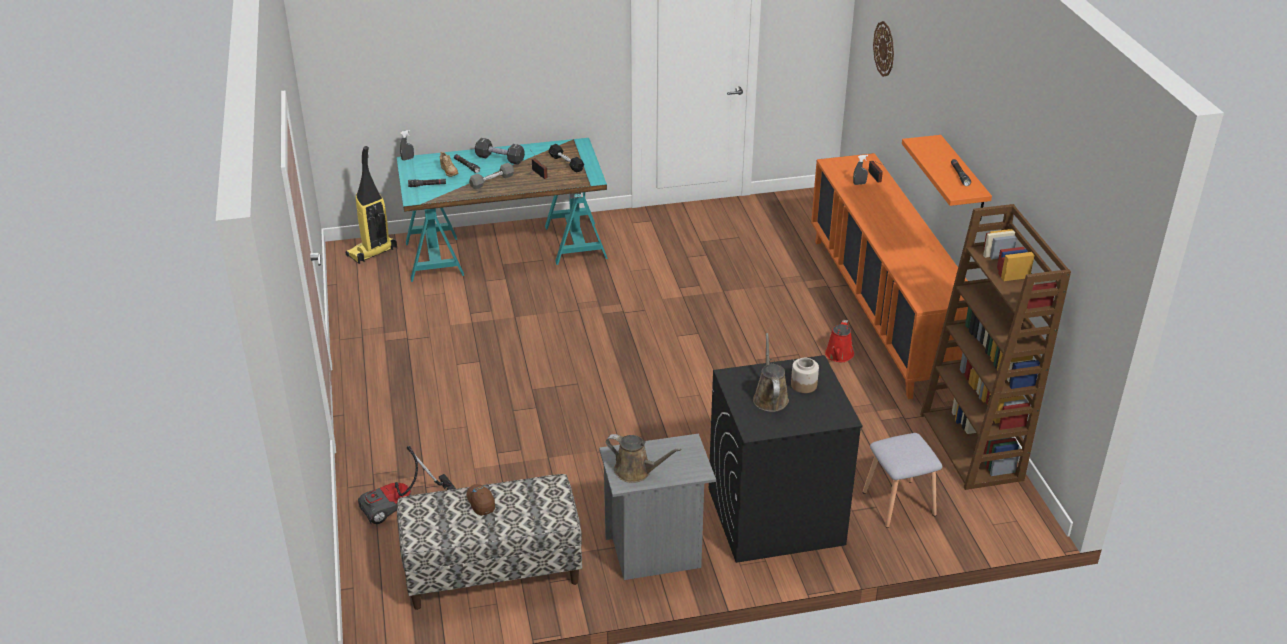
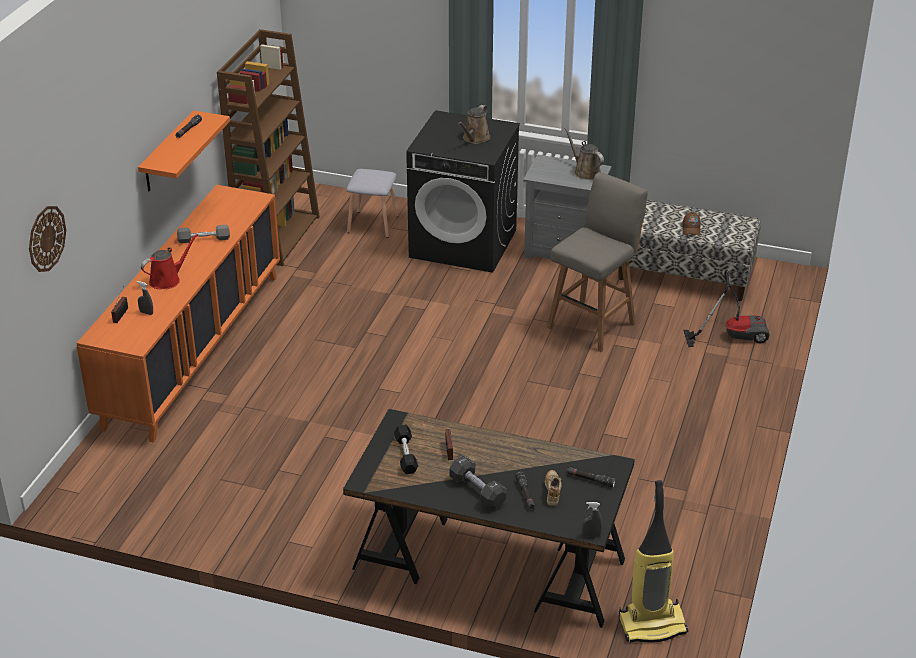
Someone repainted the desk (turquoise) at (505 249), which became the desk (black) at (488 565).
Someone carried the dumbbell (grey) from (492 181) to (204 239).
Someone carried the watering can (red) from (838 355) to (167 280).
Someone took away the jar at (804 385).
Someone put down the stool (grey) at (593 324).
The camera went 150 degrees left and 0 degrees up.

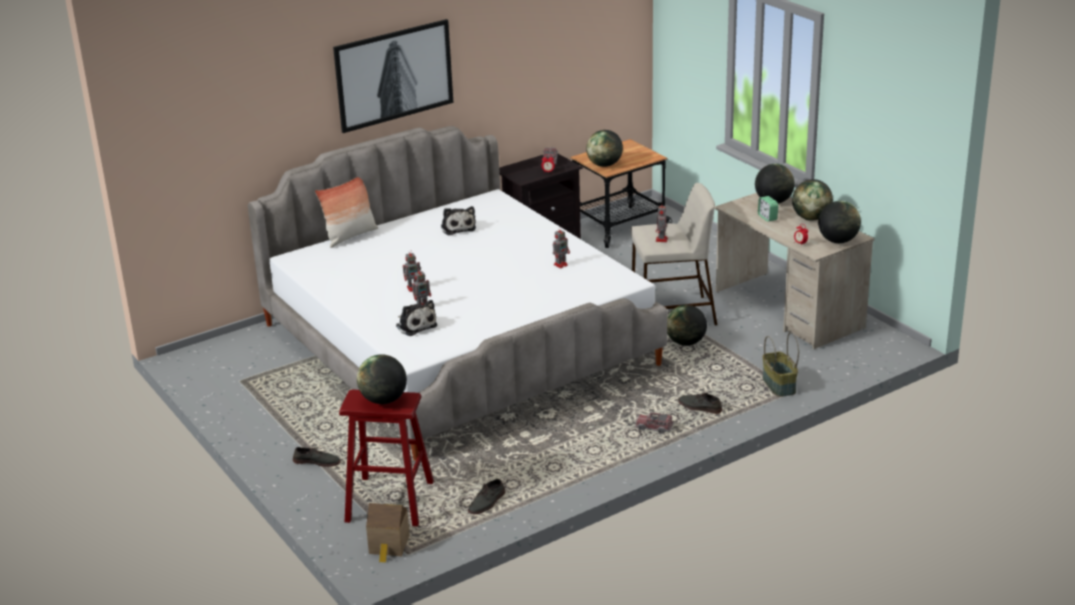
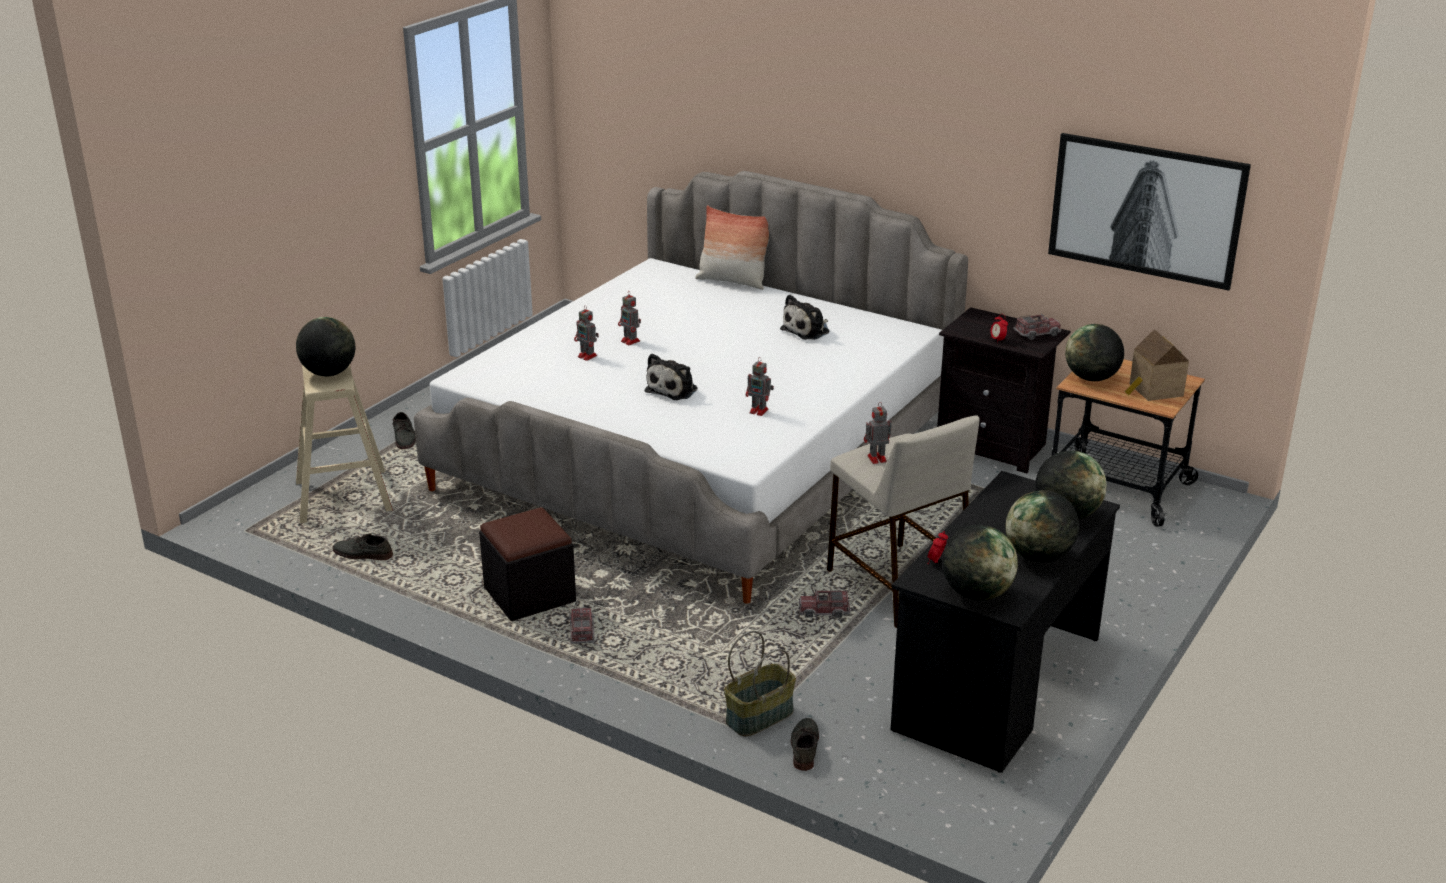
Someone carried the picture from (393 74) to (1146 209).
Someone repainted the desk (beige) at (788 310), which became the desk (black) at (997 684).
Someone took away the alarm clock at (767 217).
Someone carried the plush toy from (415 325) to (673 389).
Someone swapped the globe at (686 343) for the toy truck at (824 611).
Someone repainted the stool (red) at (389 501), which became the stool (beige) at (343 496).
Someone carried the shoe (grey) from (699 407) to (804 747).
Someone carried the toy house from (389 546) to (1154 390).
Someone put down the ottoman (black) at (529 594).
The camera went 65 degrees right and 0 degrees up.

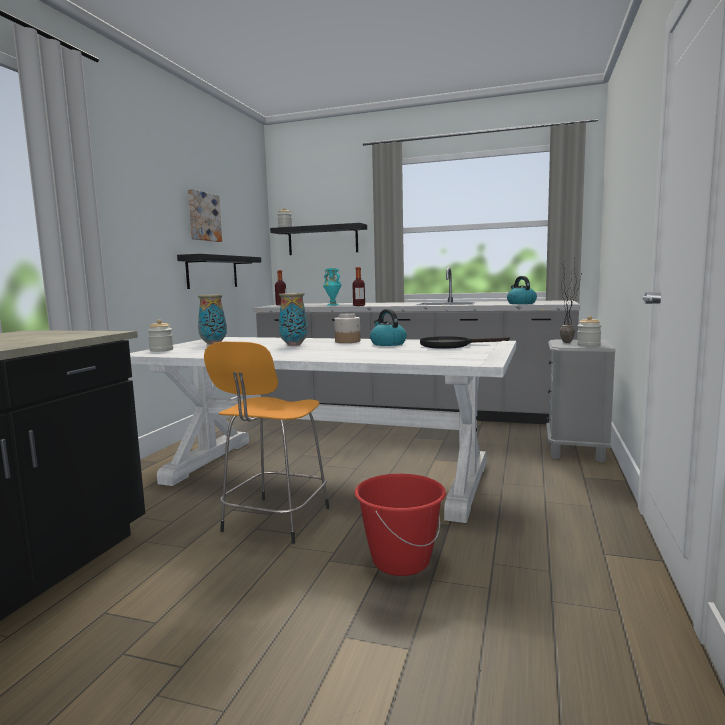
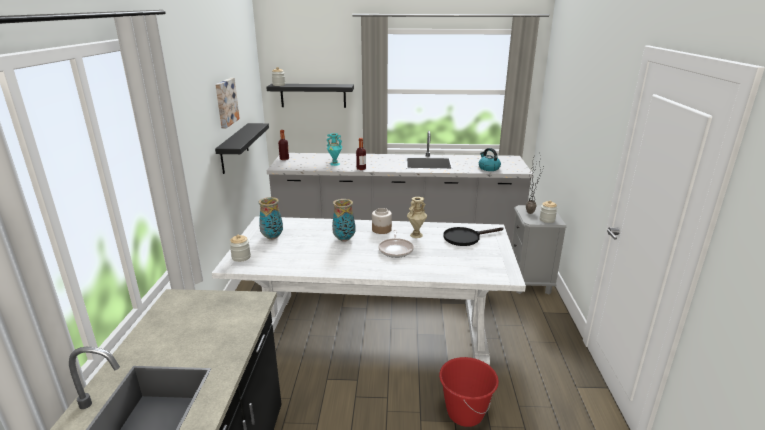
Someone swapped the kettle at (387 344) for the vase (beige) at (416 235).
Someone took away the stool (orange) at (274 521).
Someone put down the frying pan at (396 249).
The camera went 15 degrees left and 15 degrees up.

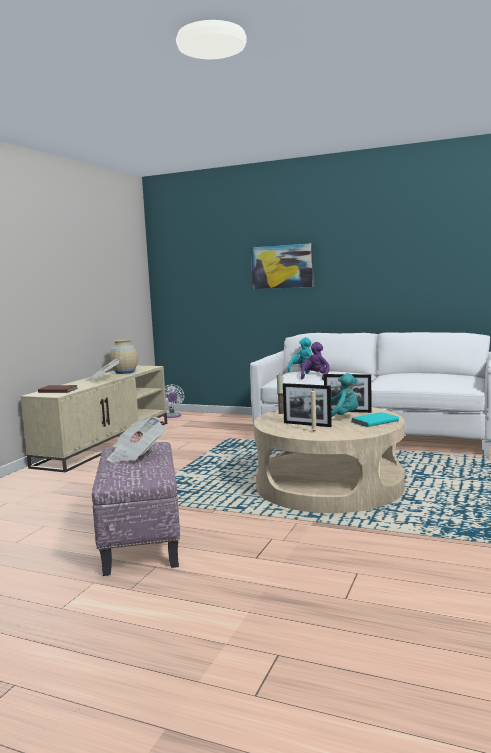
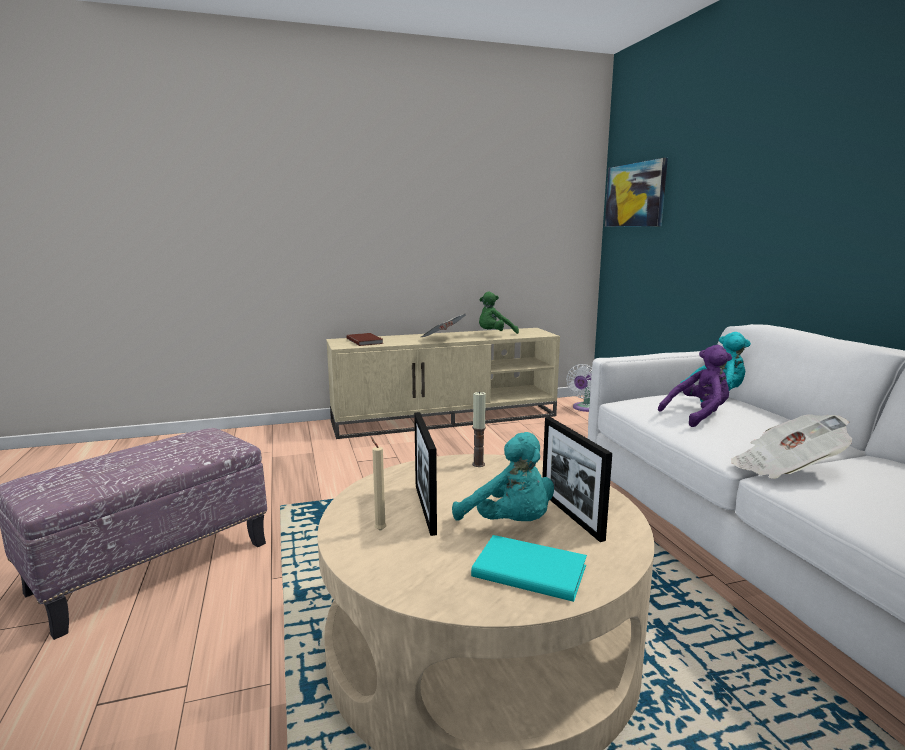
Someone carried the picture from (282 266) to (635 195).
Someone swapped the vase (beige) at (125 372) for the plush toy (green) at (494 334).
Someone carried the newspaper from (136 455) to (785 469).
The camera went 50 degrees right and 5 degrees up.

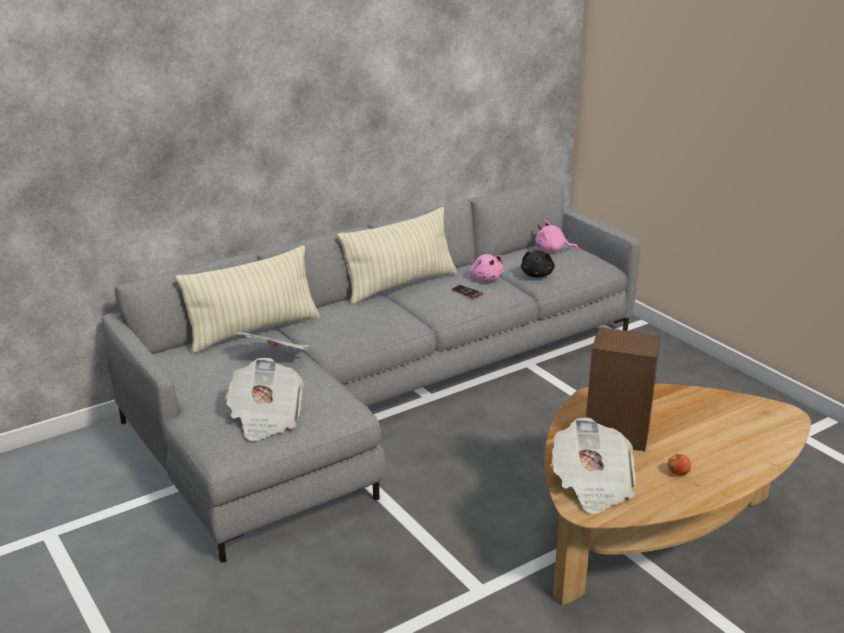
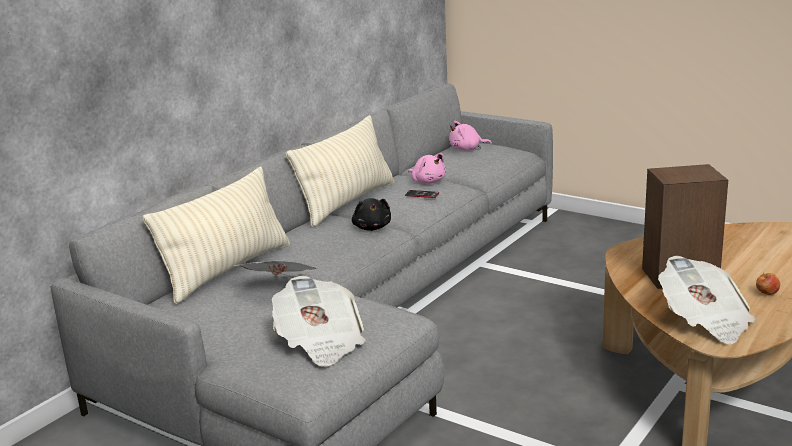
Someone carried the plush toy (black) from (537 274) to (372 227).
The camera went 20 degrees left and 5 degrees down.

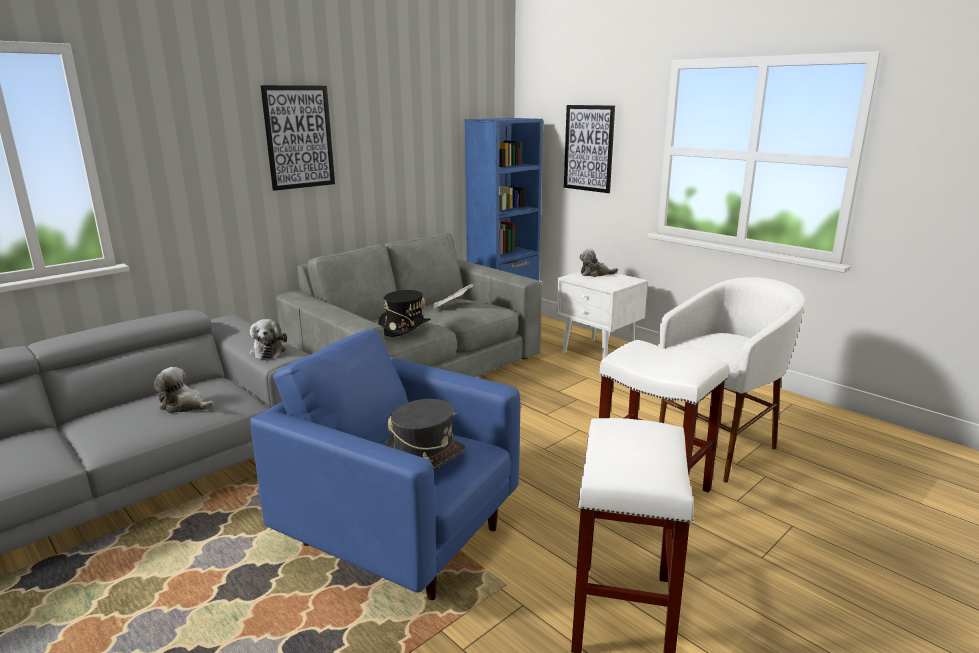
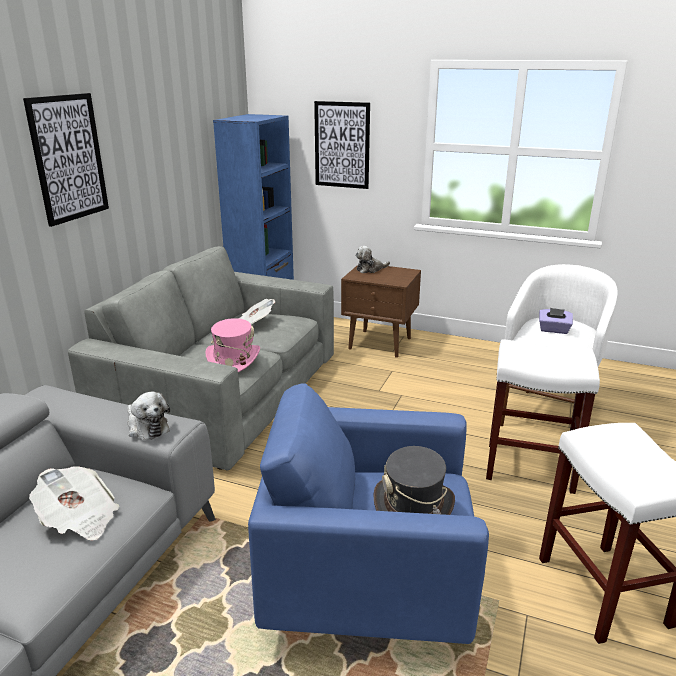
Someone repainted the nightstand (white) at (598 353), which became the nightstand (brown) at (380 343).
Someone repainted the hat (black) at (404 327), which became the hat (pink) at (233 360).
Someone swapped the plush toy at (185 406) for the newspaper at (79 519).
Someone put down the tissue box (purple) at (553 330).
The camera went 25 degrees left and 5 degrees up.

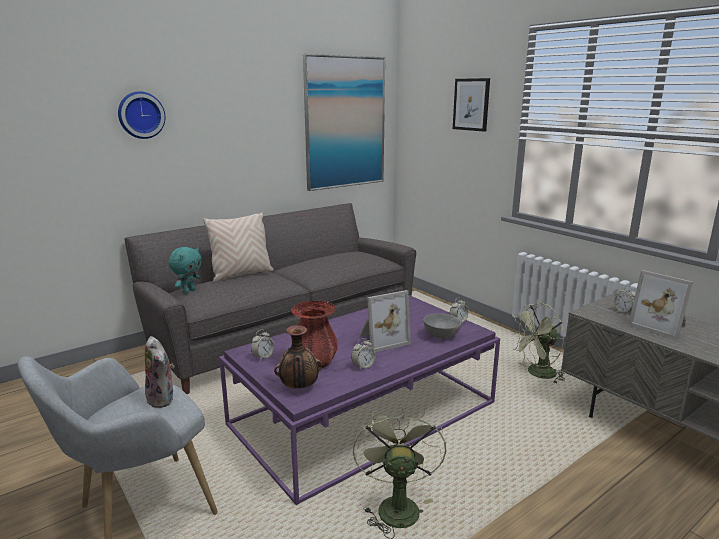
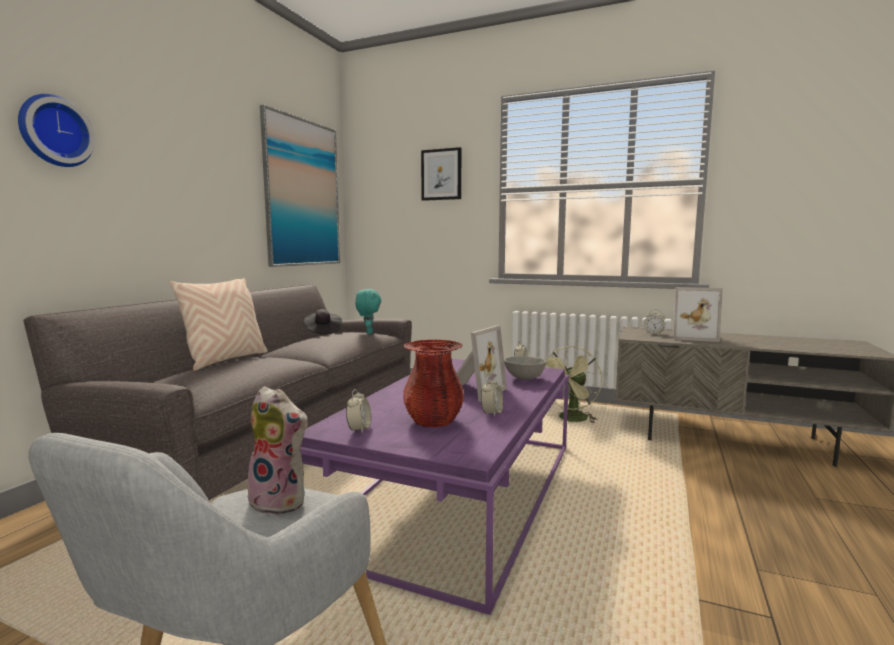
Someone carried the plush toy (turquoise) from (188 291) to (368 333).
Someone took away the vase at (299 387).
Someone took away the fan (green) at (396 505).
Someone put down the hat (black) at (322 331).
The camera went 30 degrees left and 10 degrees down.

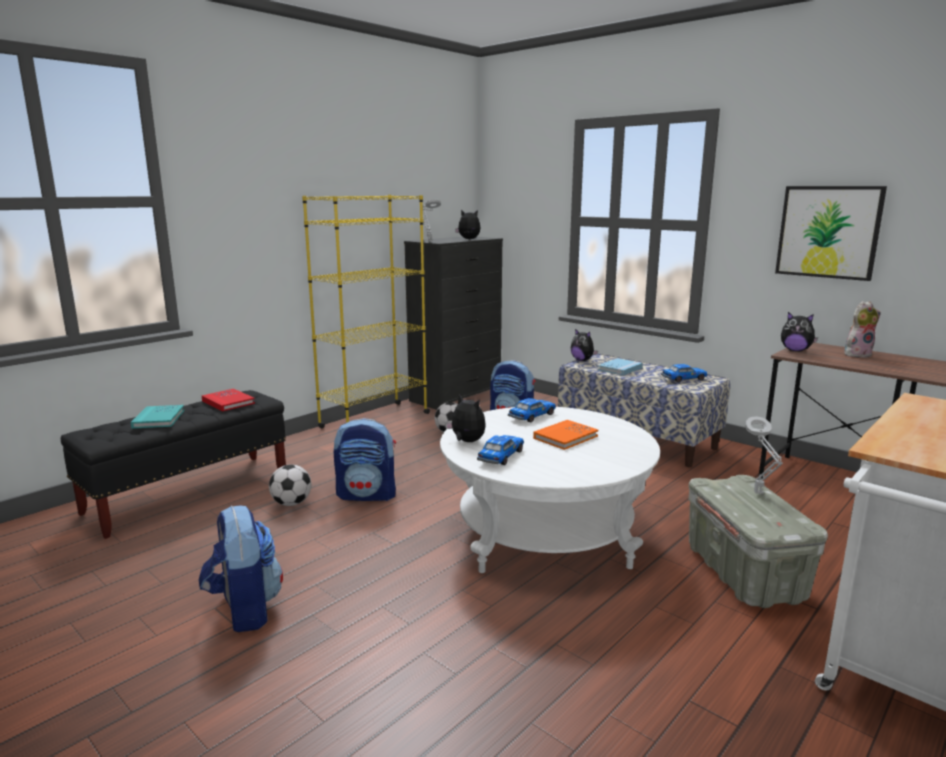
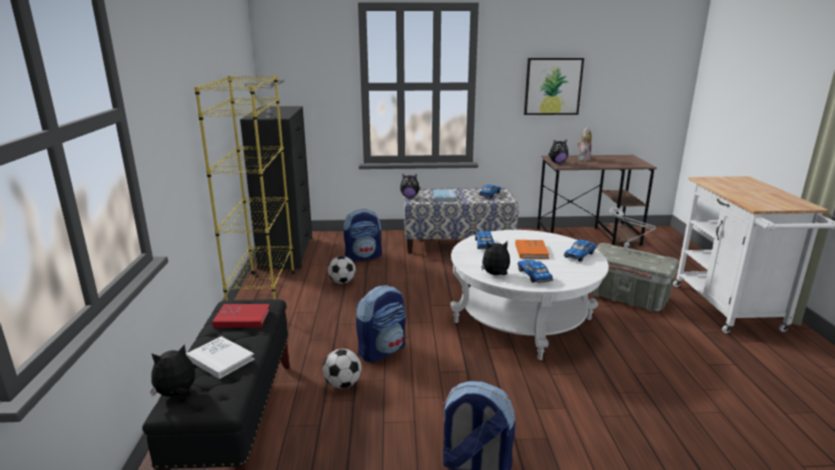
Someone carried the plush toy from (469 239) to (177 394).
Someone repainted the book (turquoise) at (159 419), which became the book (white) at (220 359).
Someone put down the toy car at (579 255).
The camera went 45 degrees left and 5 degrees up.

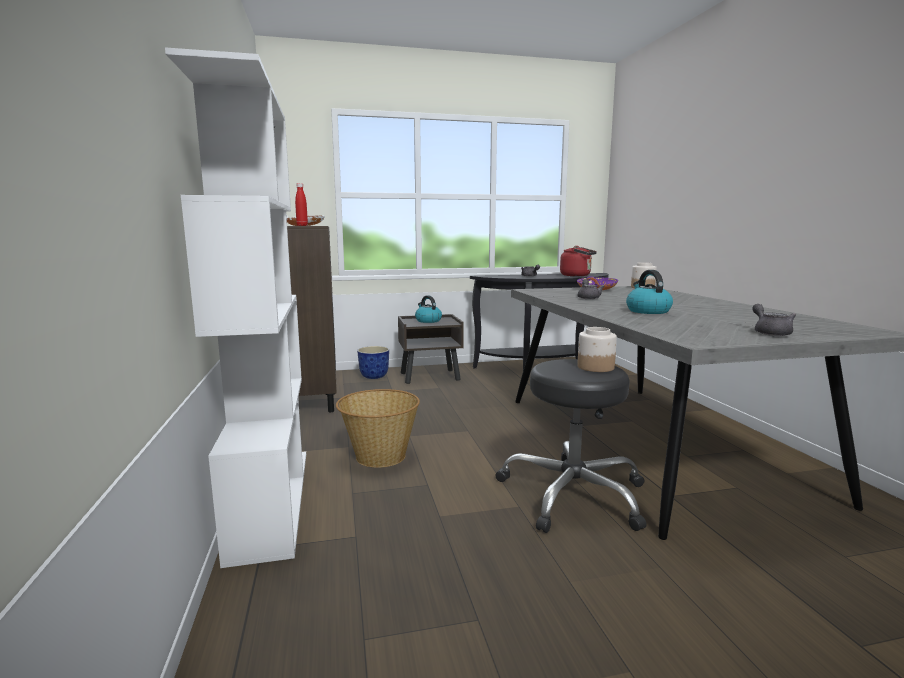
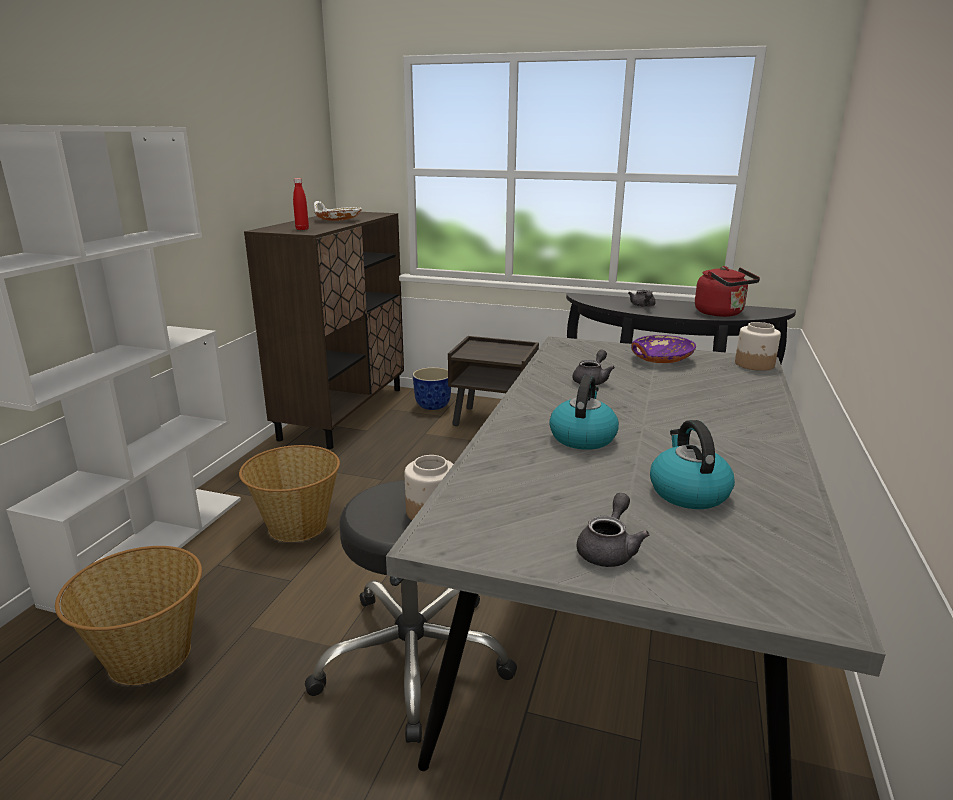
Someone carried the kettle from (428 321) to (687 492).
Someone put down the basket at (148 656).
The camera went 30 degrees right and 10 degrees up.

